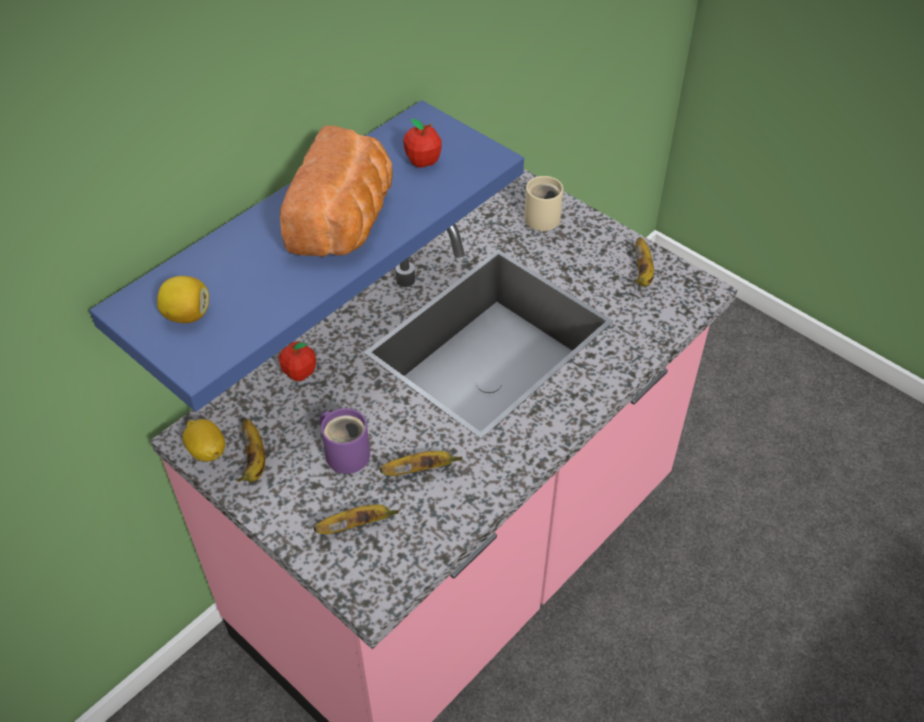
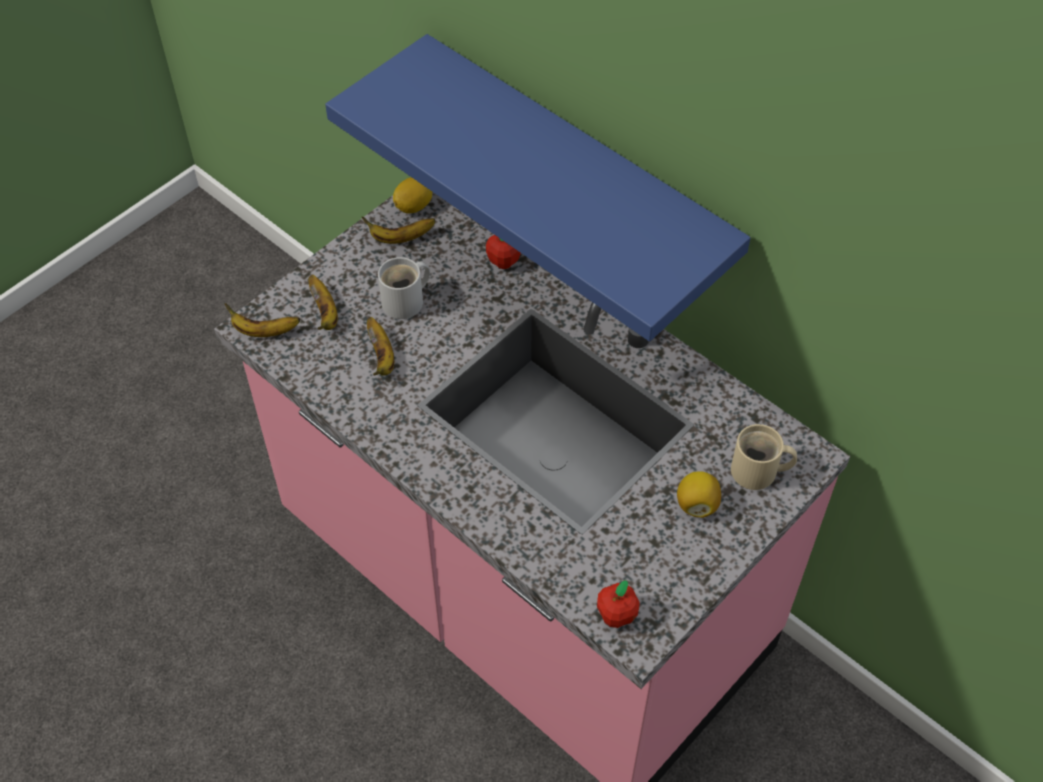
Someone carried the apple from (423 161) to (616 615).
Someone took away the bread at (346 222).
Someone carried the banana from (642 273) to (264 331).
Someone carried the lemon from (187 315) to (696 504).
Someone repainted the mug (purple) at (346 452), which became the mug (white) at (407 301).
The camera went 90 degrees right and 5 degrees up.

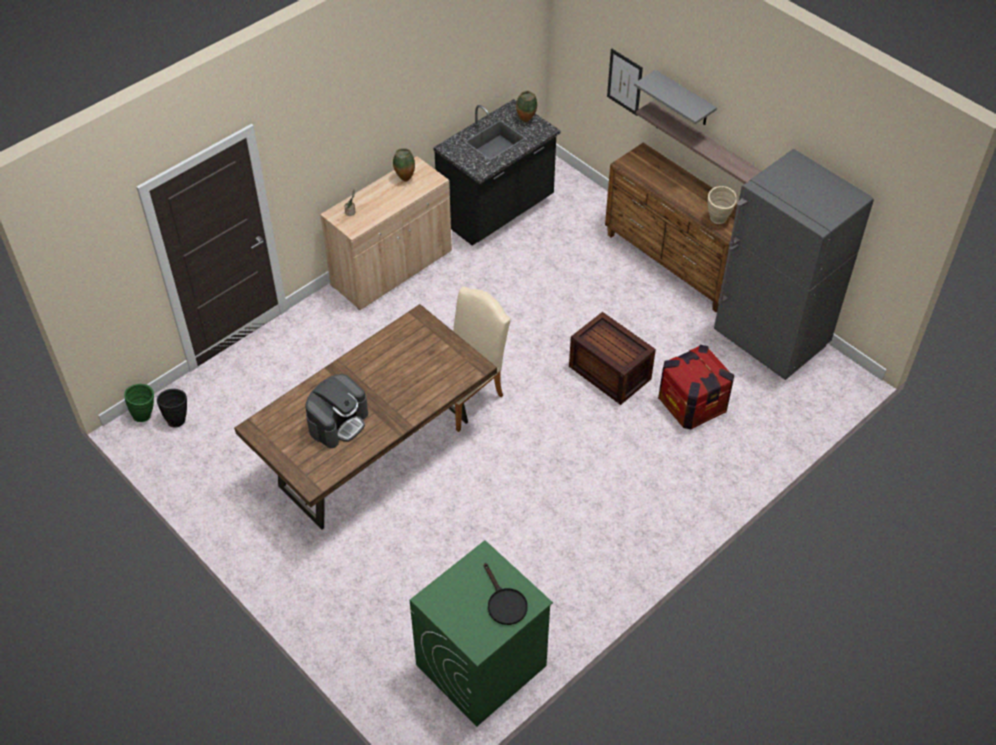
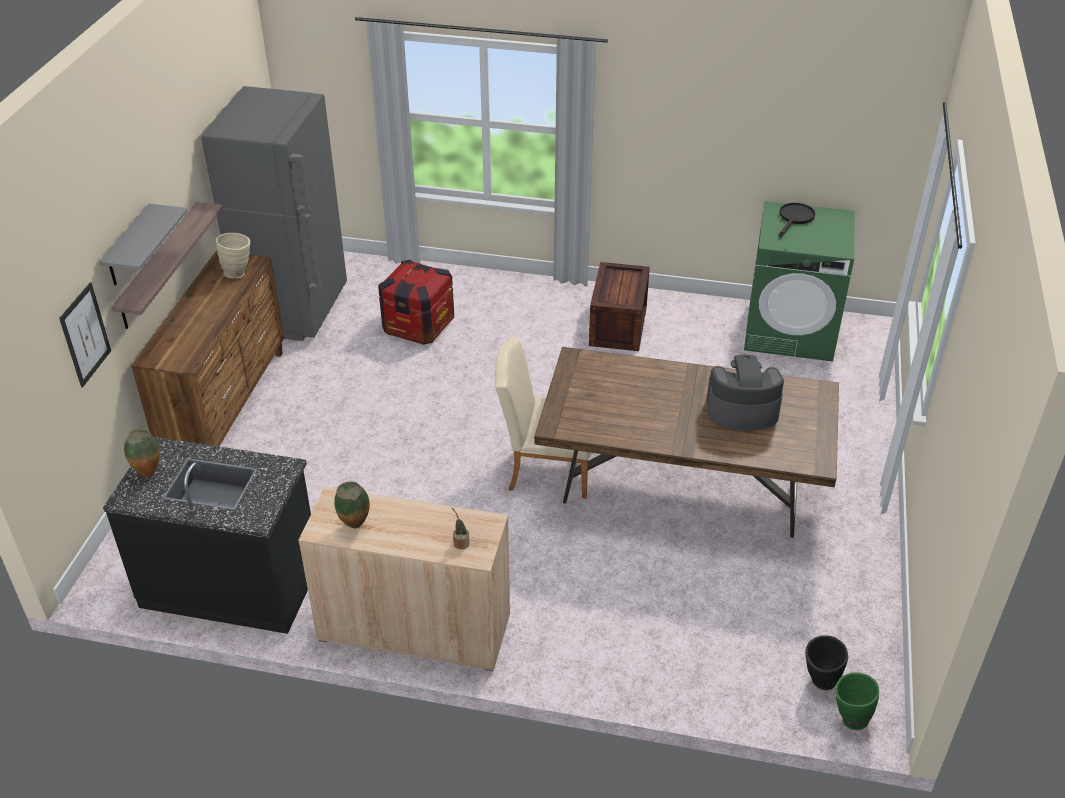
Someone carried the crate from (610 373) to (618 325).
The camera went 125 degrees left and 10 degrees down.

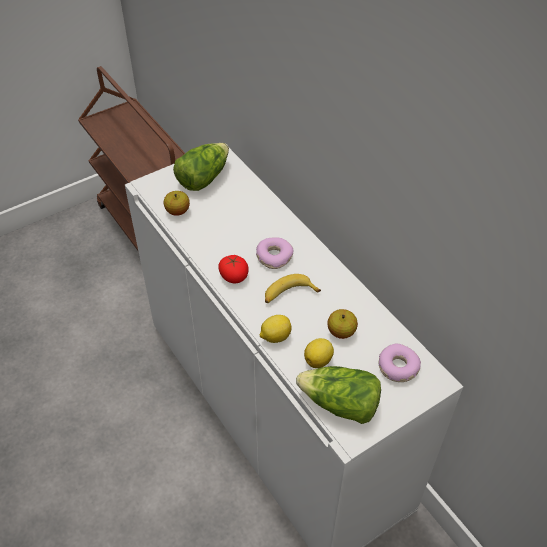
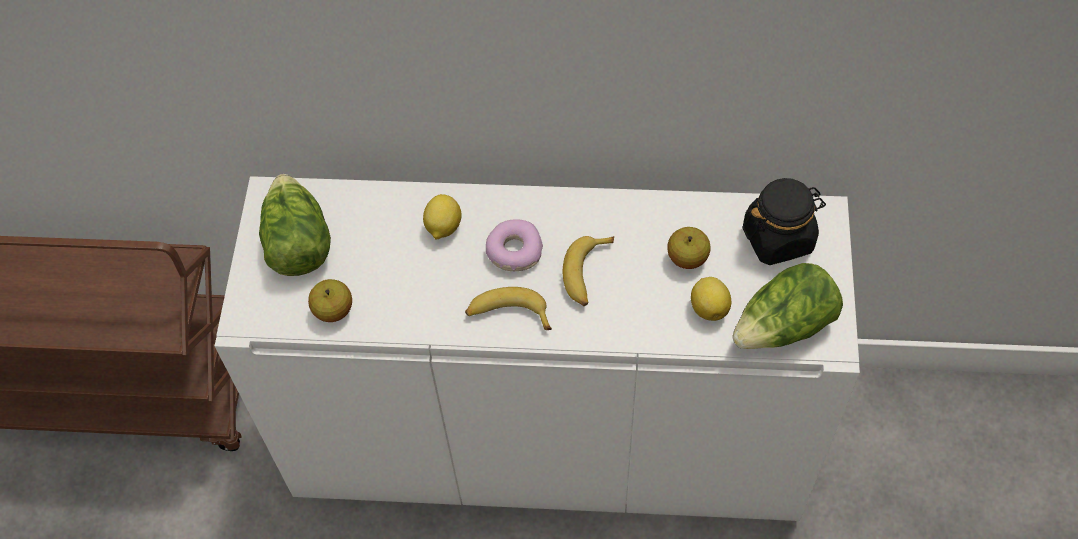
Someone swapped the tomato at (234 276) for the banana at (507 314).
Someone carried the lemon from (275 336) to (443 227).
Someone swapped the donut at (397 367) for the jar (black) at (778 238).
The camera went 50 degrees left and 10 degrees up.

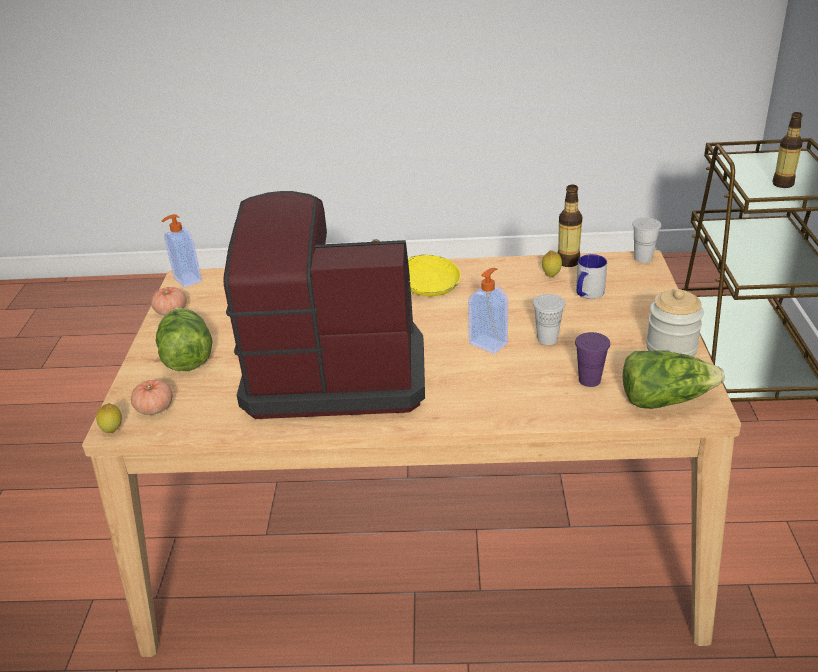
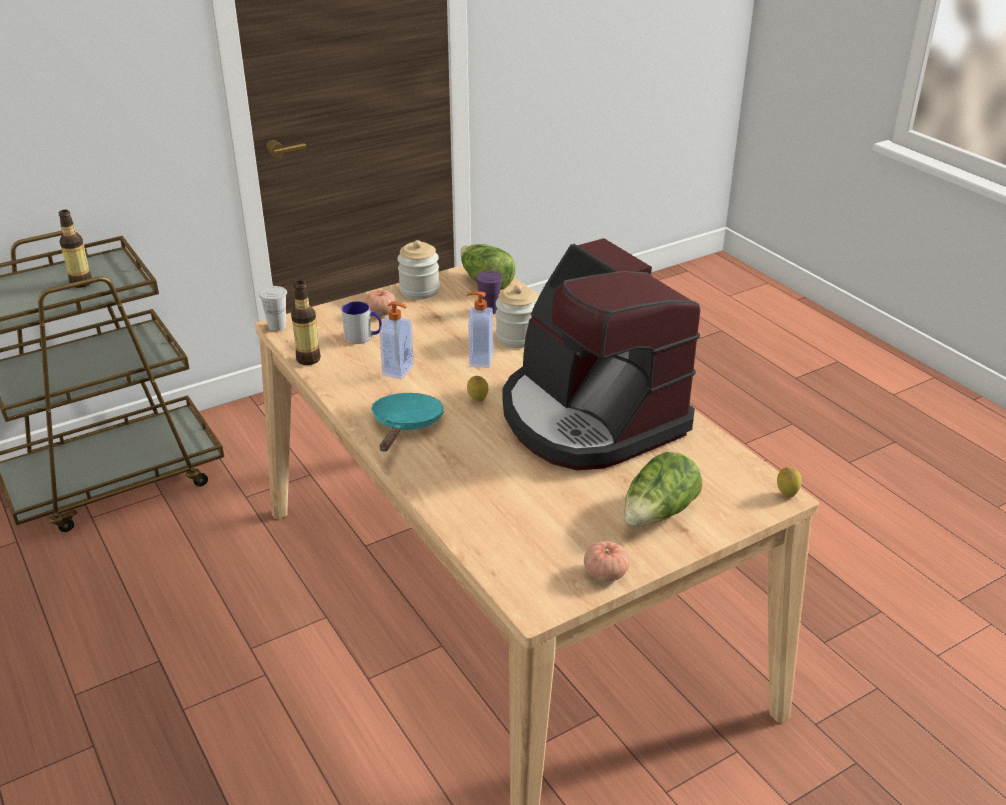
Someone carried the soap dispenser from (187 280) to (399 371).
Someone repainted the frying pan (yellow) at (422 282), which became the frying pan (turquoise) at (406 425).
Someone carried the lemon from (551 275) to (477 400).
Someone took away the cup (white) at (547 339).
Someone carried the tomato from (155 408) to (380 313).
Someone put down the jar at (517 337).
The camera went 125 degrees left and 0 degrees up.

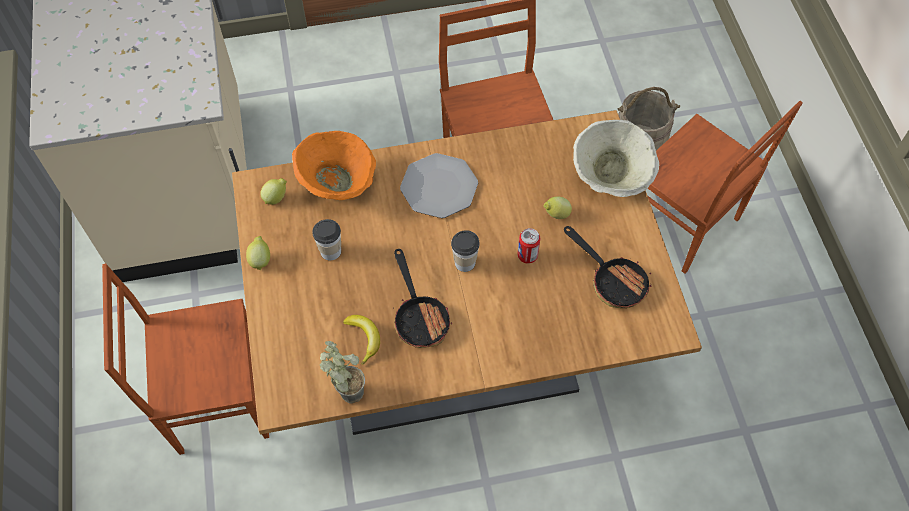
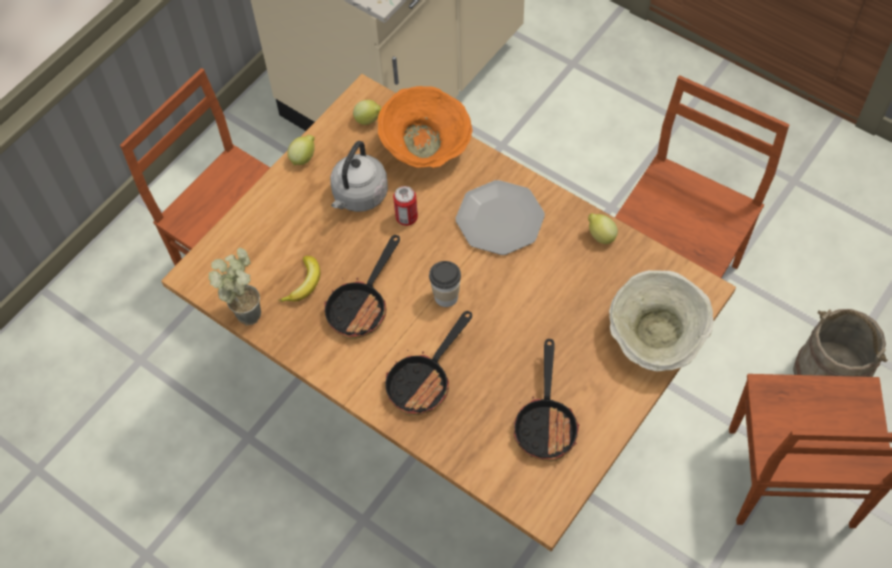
Someone carried the lemon from (556 214) to (600 236).
Someone swapped the cup at (331 251) for the kettle (grey) at (359 196).
Someone carried the can from (527 255) to (406 217).
Someone put down the frying pan at (424 381).
The camera went 50 degrees right and 0 degrees up.

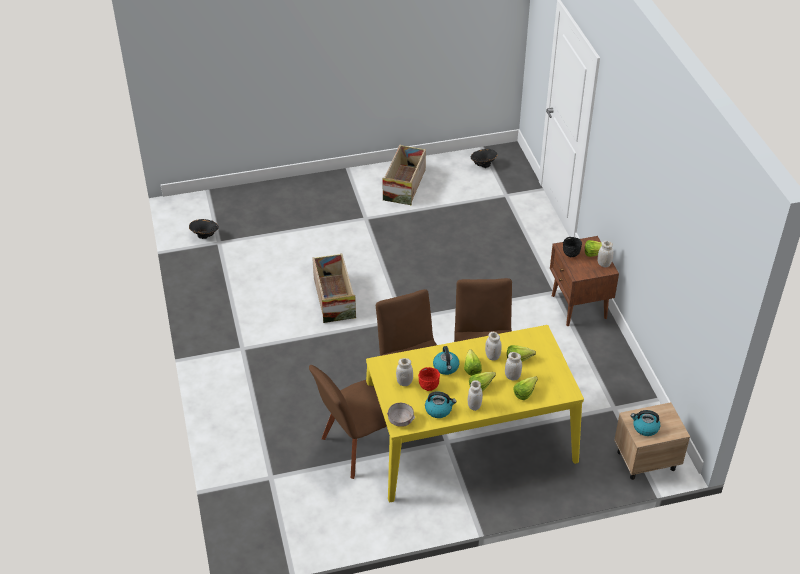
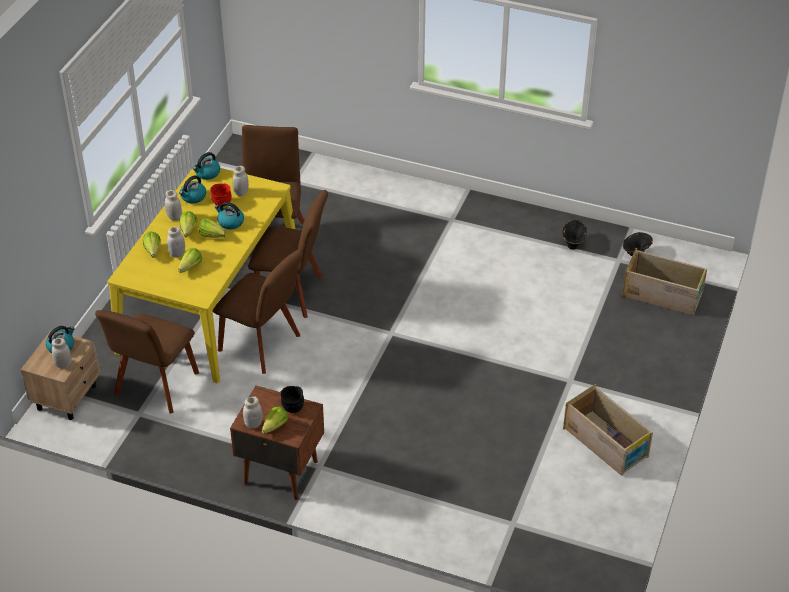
Someone carried the vase (black) from (483 165) to (573 244).
Someone carried the crate from (333 297) to (663 295).
Someone carried the jar (white) from (492 356) to (63 364).
Someone swapped the bowl (grey) at (400 420) for the kettle at (207 173).
Someone put down the chair (brown) at (155 387).
The camera went 125 degrees right and 0 degrees up.

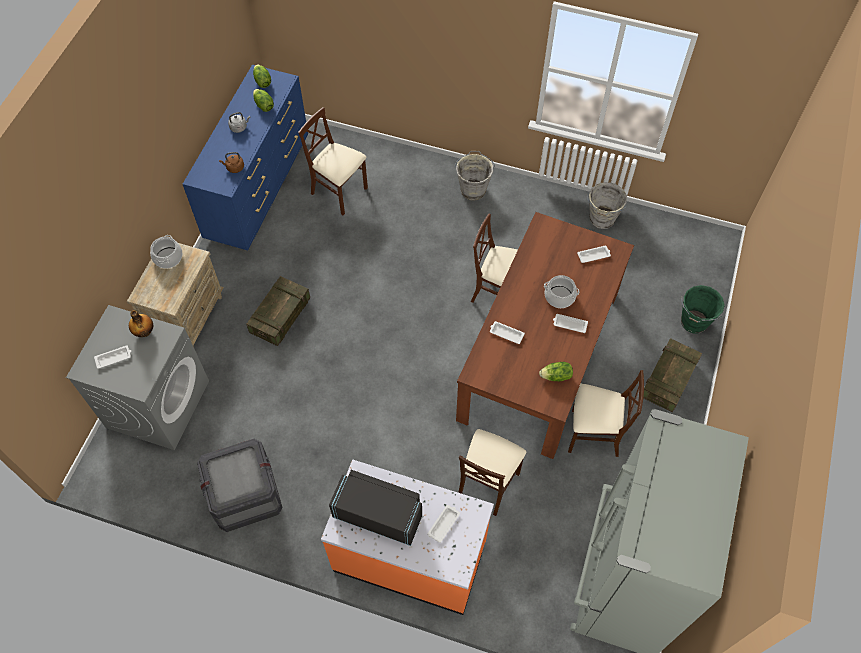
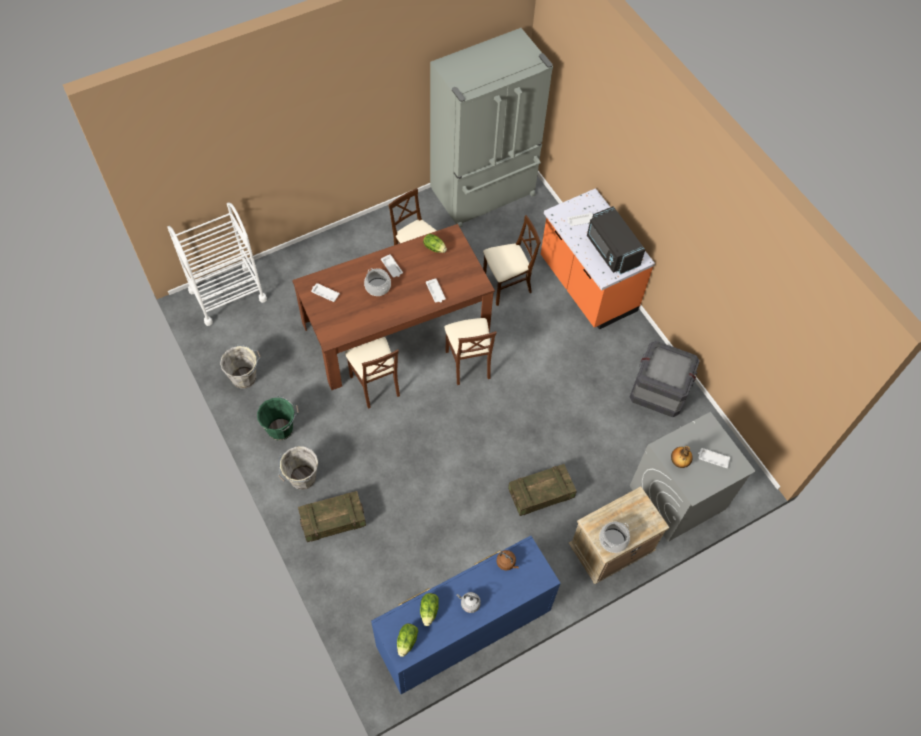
Someone carried the chair (brown) from (339 192) to (468 363).
Someone carried the bucket (green) from (693 322) to (281 429).
Someone carried the crate from (668 380) to (333 520).
Someone put down the cart (white) at (227 295).
The camera went 140 degrees left and 0 degrees up.

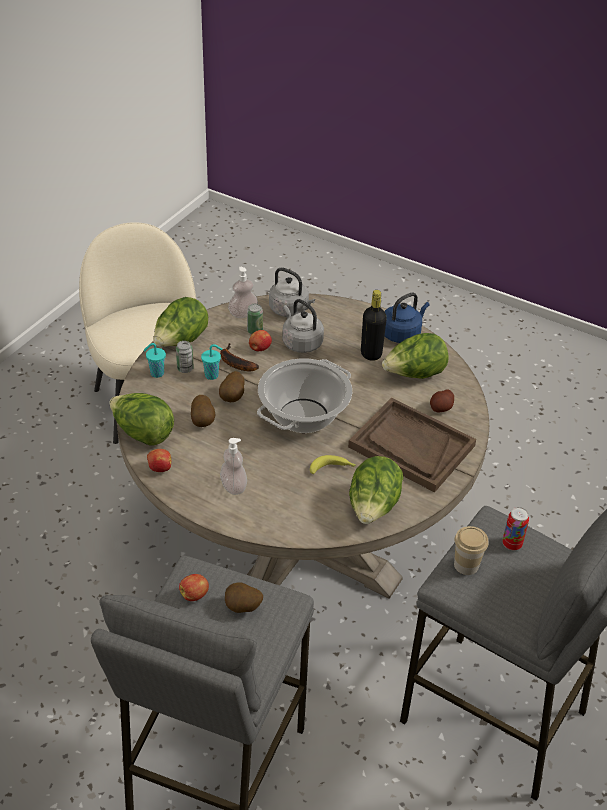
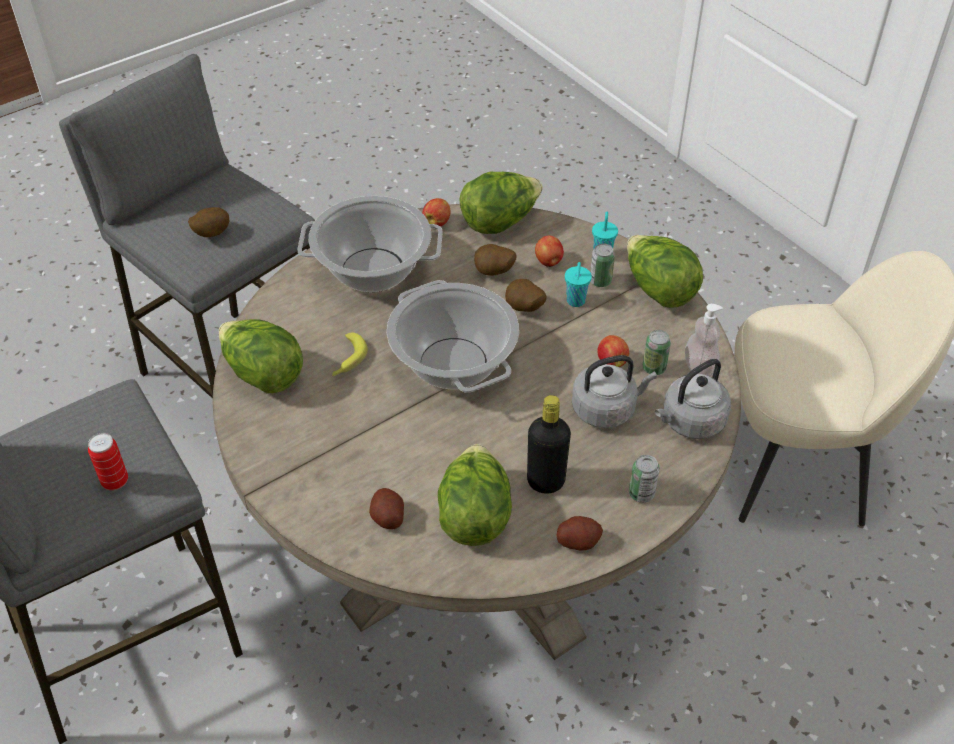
Someone swapped the kettle (blue) at (402 333) for the potato at (578 541).
Someone took away the banana at (234 362).
Someone took away the tray (brown) at (411 446).
Someone swapped the soap dispenser at (233 486) for the cooking pot at (373 270).
Someone took away the cup at (466 565).
Someone carried the apple from (194 595) to (548 262).
Someone put down the can at (641 493).
The camera went 115 degrees right and 5 degrees up.

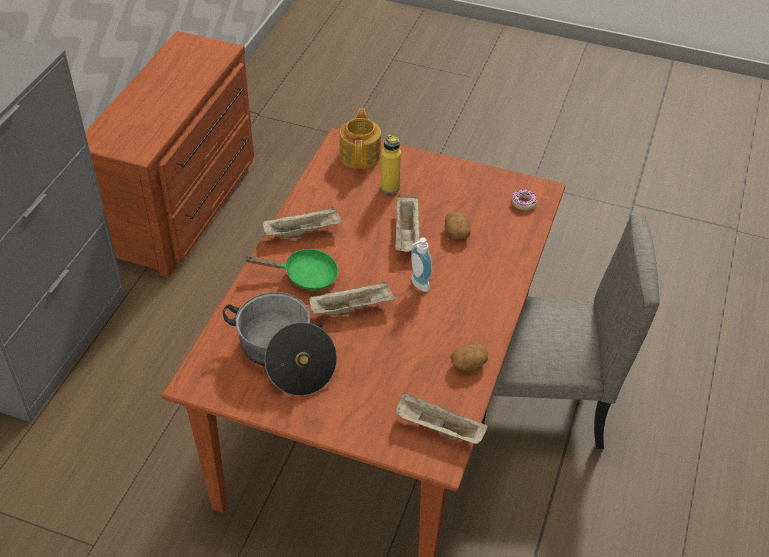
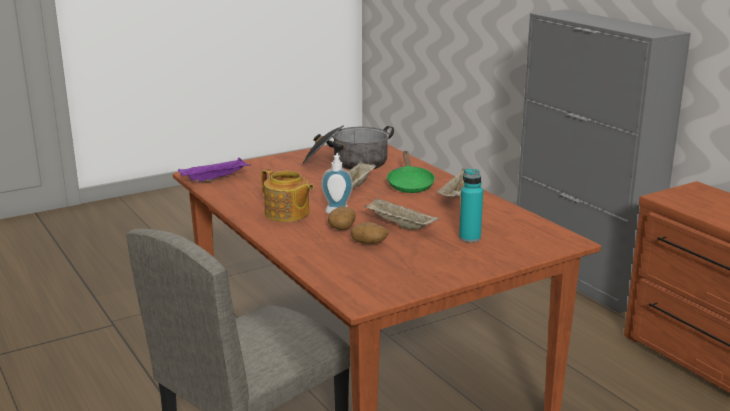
Someone carried the teapot from (360 155) to (287 214).
Someone repainted the bottle (yellow) at (390 187), which became the bottle (turquoise) at (469 238).
Someone took away the donut at (523 203).
Someone rotated the frying pan (green) at (305 275) by 45 degrees counterclockwise.
Someone carried the potato from (468 364) to (341 227).
Someone repainted the tray (beige) at (437 429), which became the tray (purple) at (215 179).
The camera went 130 degrees right and 25 degrees down.

